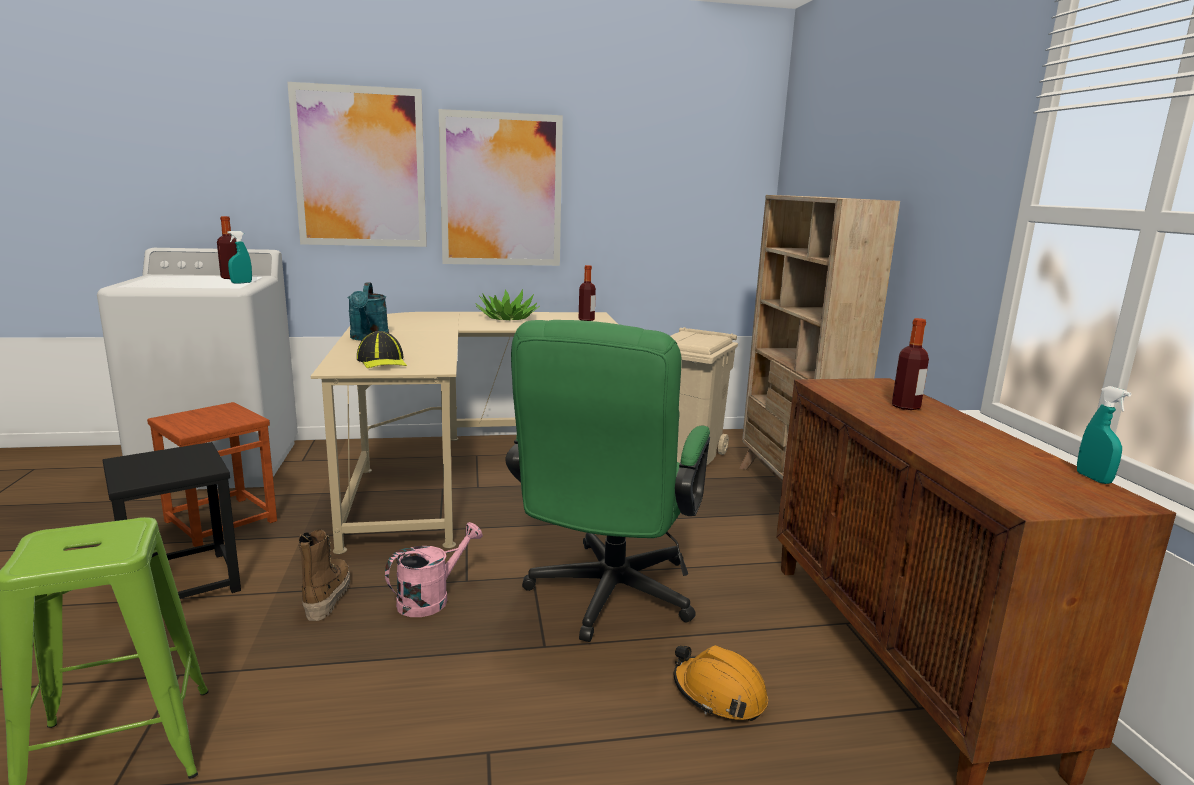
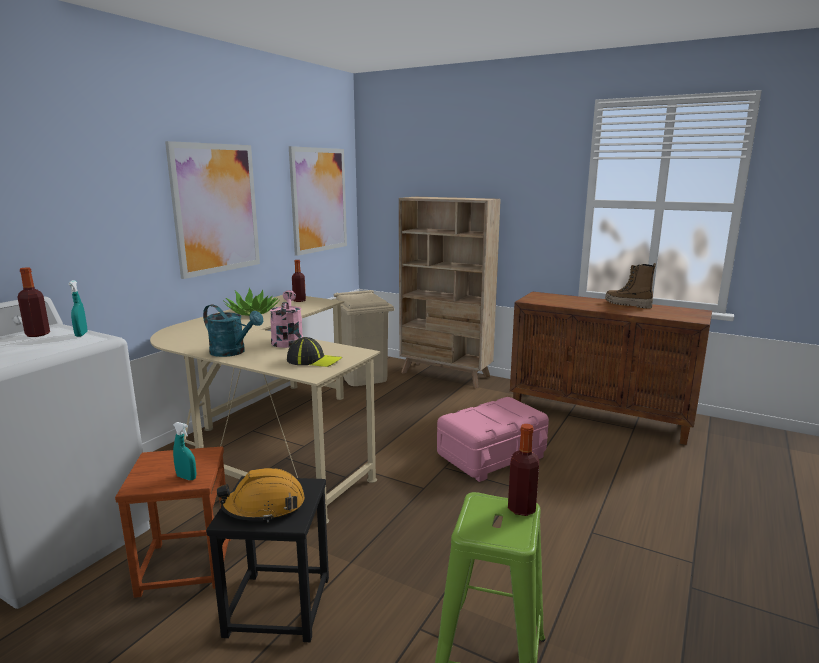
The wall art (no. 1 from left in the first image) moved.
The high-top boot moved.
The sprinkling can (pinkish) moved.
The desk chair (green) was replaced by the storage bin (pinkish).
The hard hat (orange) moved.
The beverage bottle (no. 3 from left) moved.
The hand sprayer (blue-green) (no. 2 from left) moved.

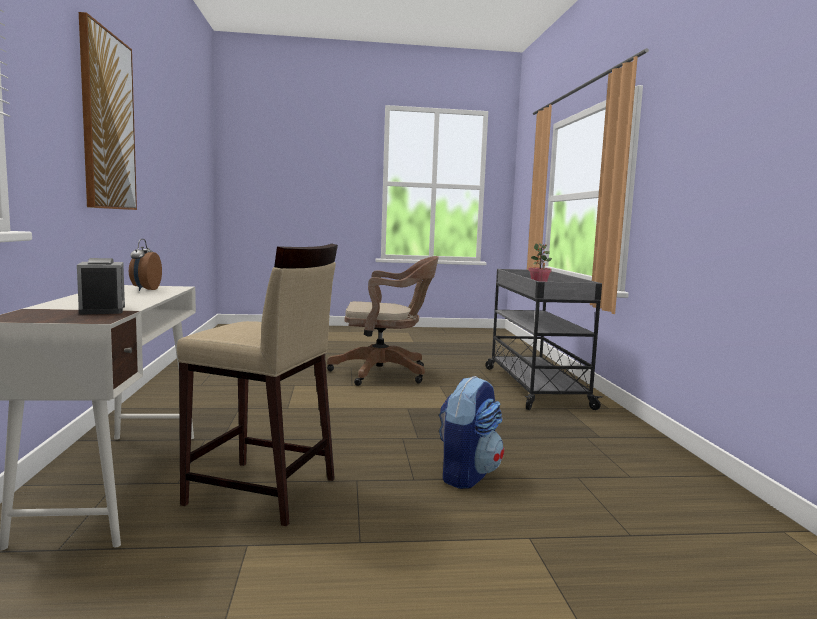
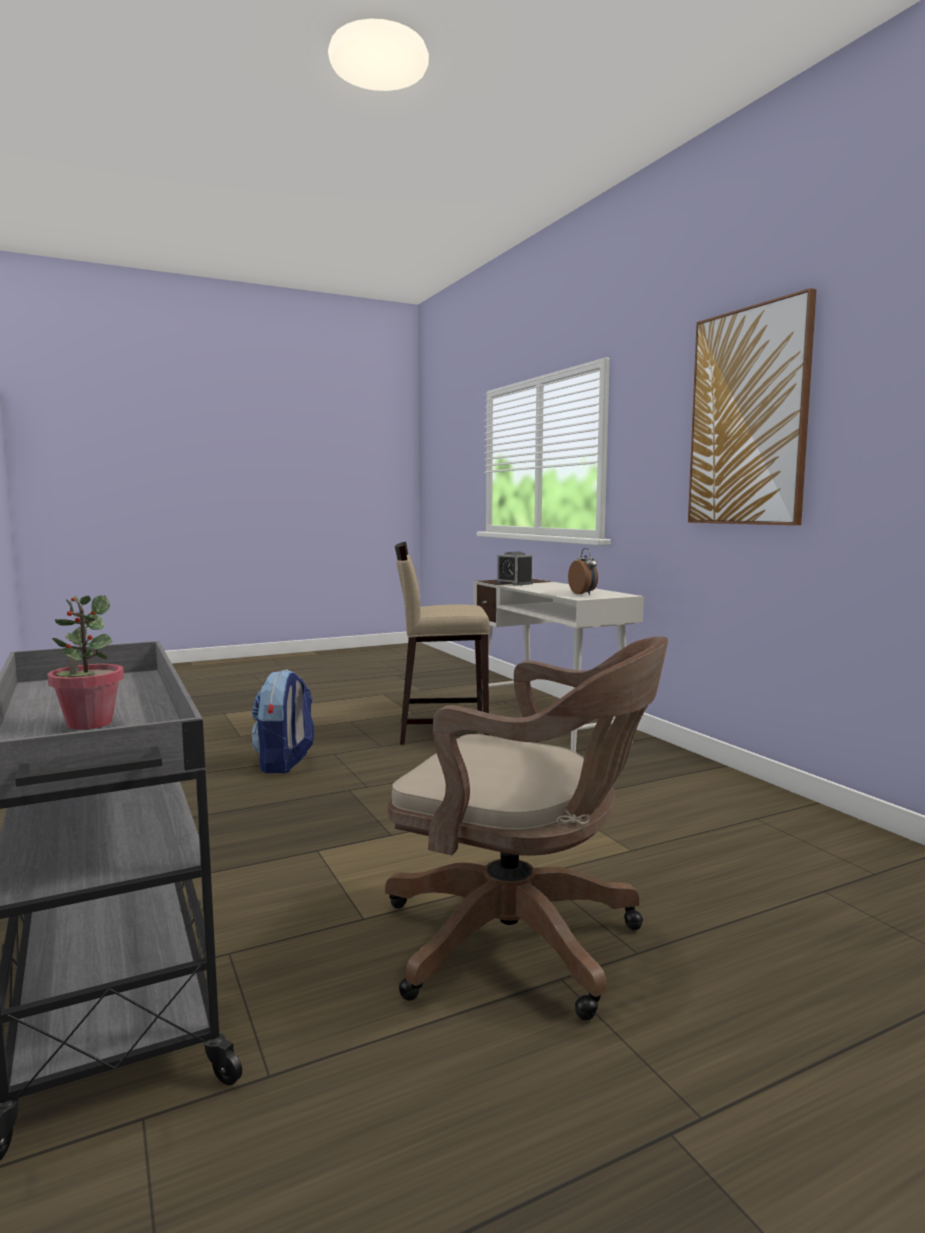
The desk chair (brownish) turned 135 degrees counterclockwise.

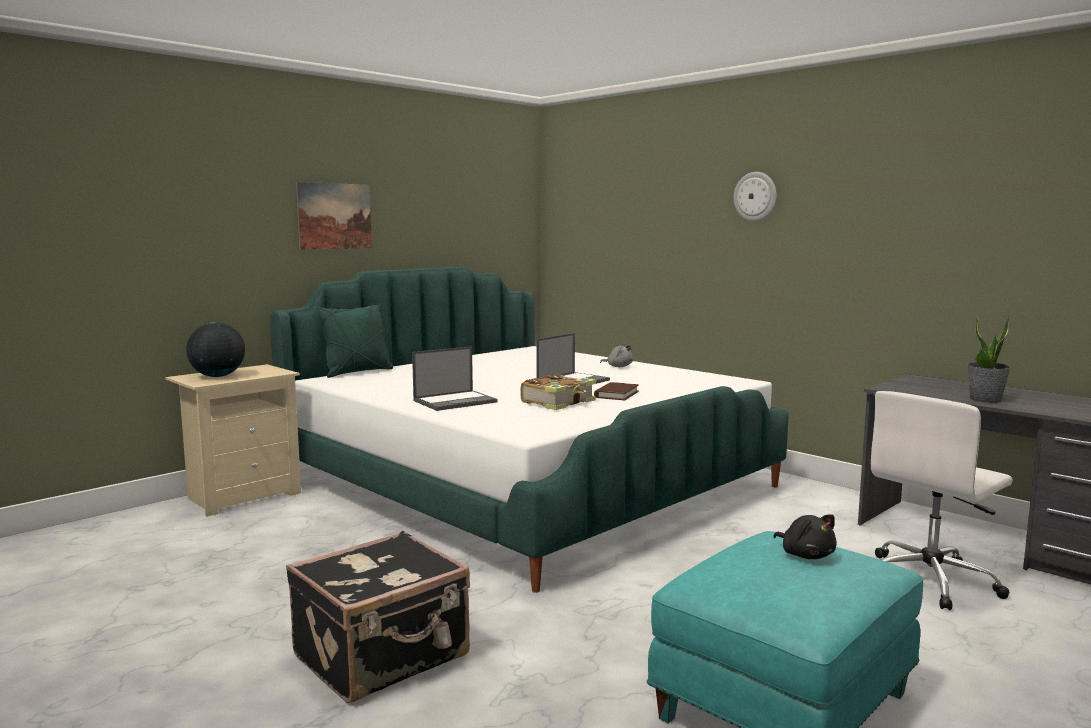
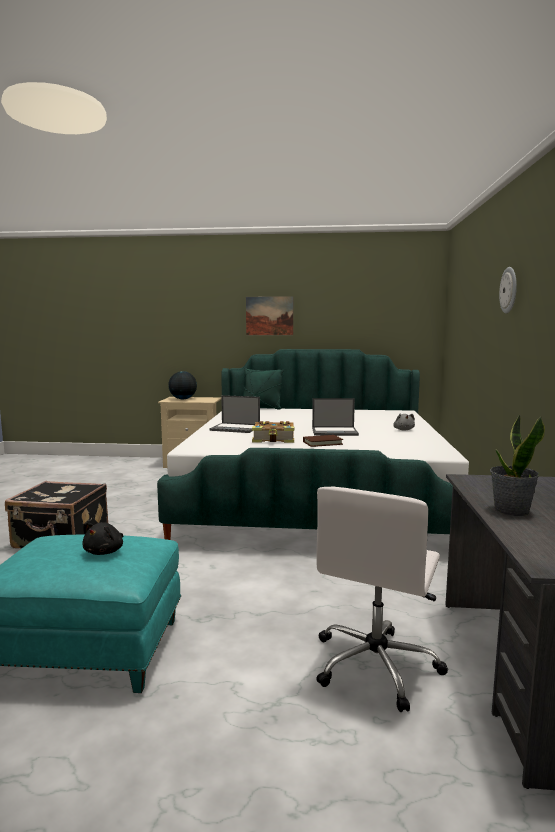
The desk chair (white) turned 75 degrees counterclockwise.

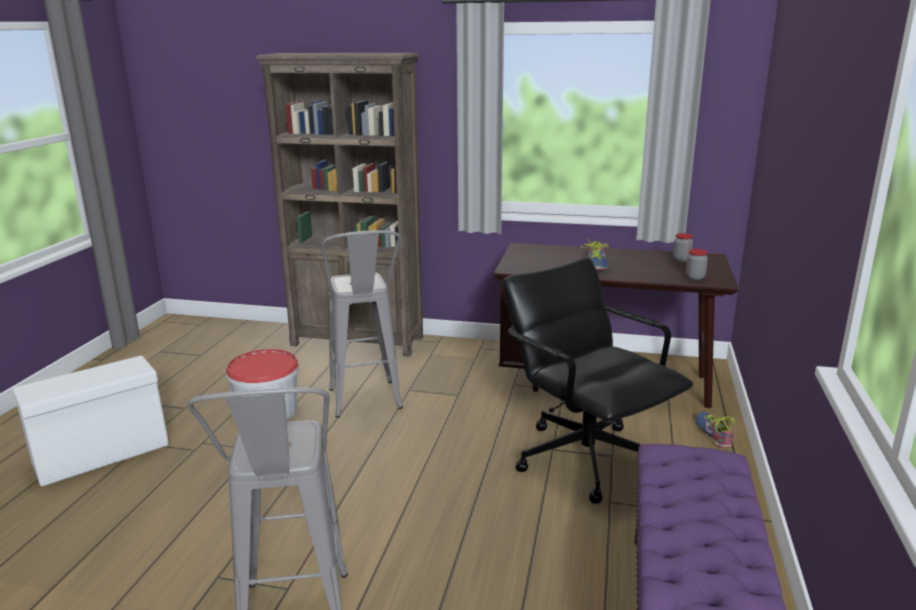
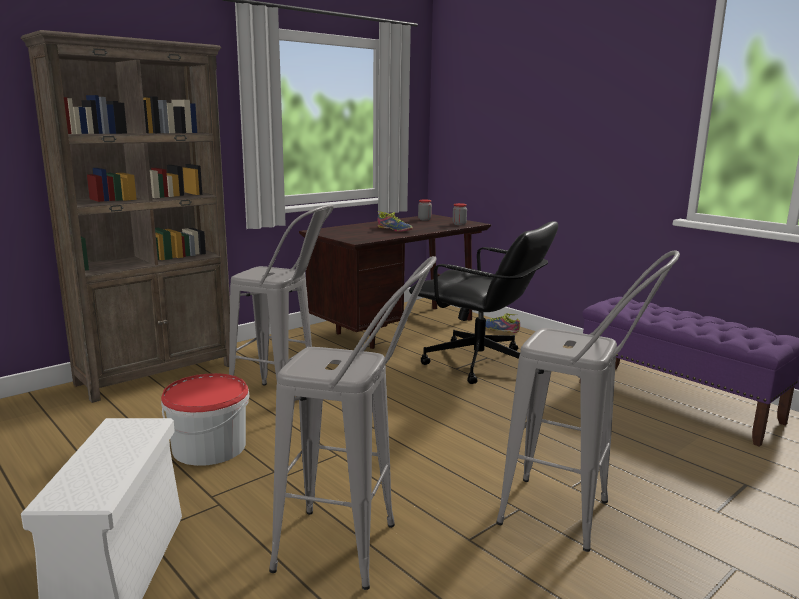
The desk chair (blackish) turned 150 degrees counterclockwise.
The stool (gray) (no. 2 from left) appeared.

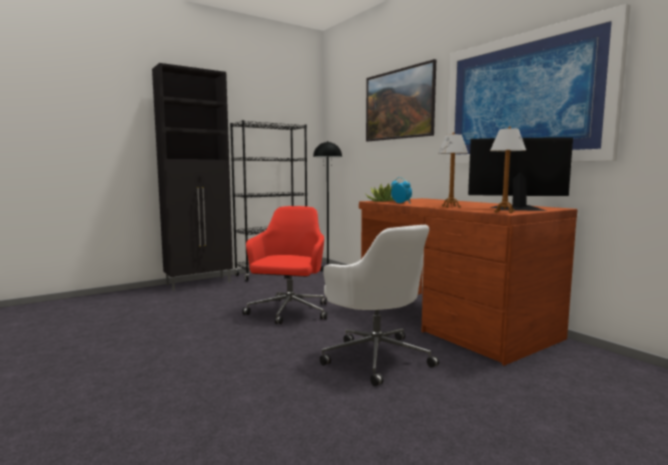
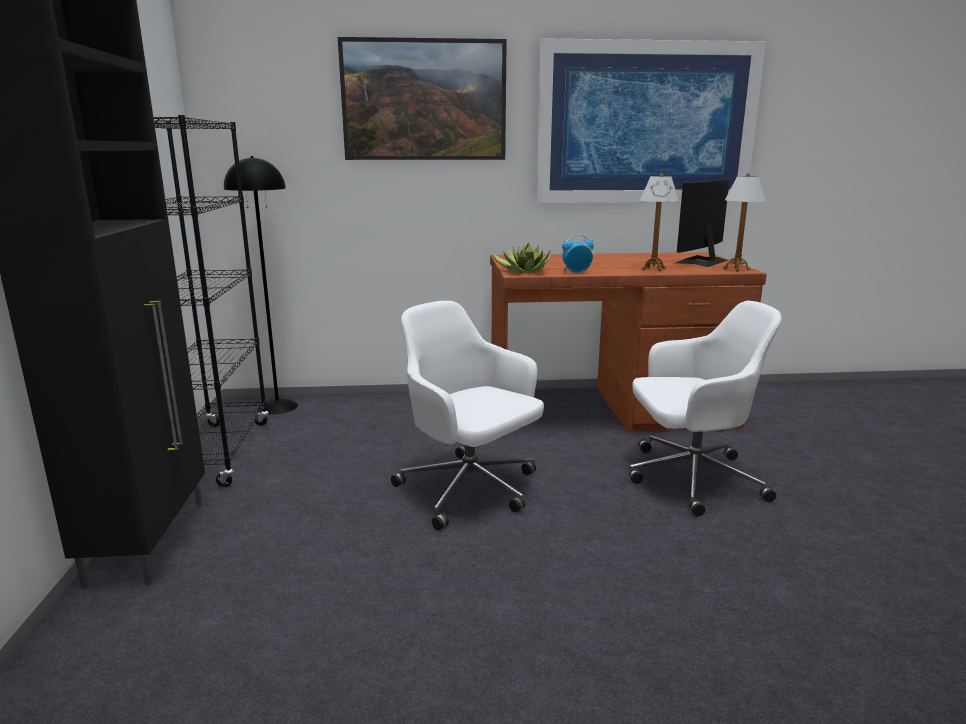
The desk chair (red) became the desk chair (white) (no. 1 from left).

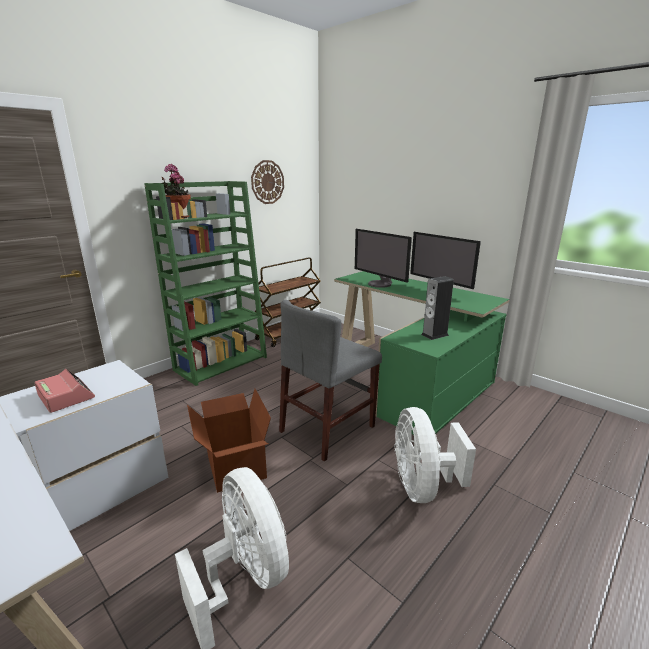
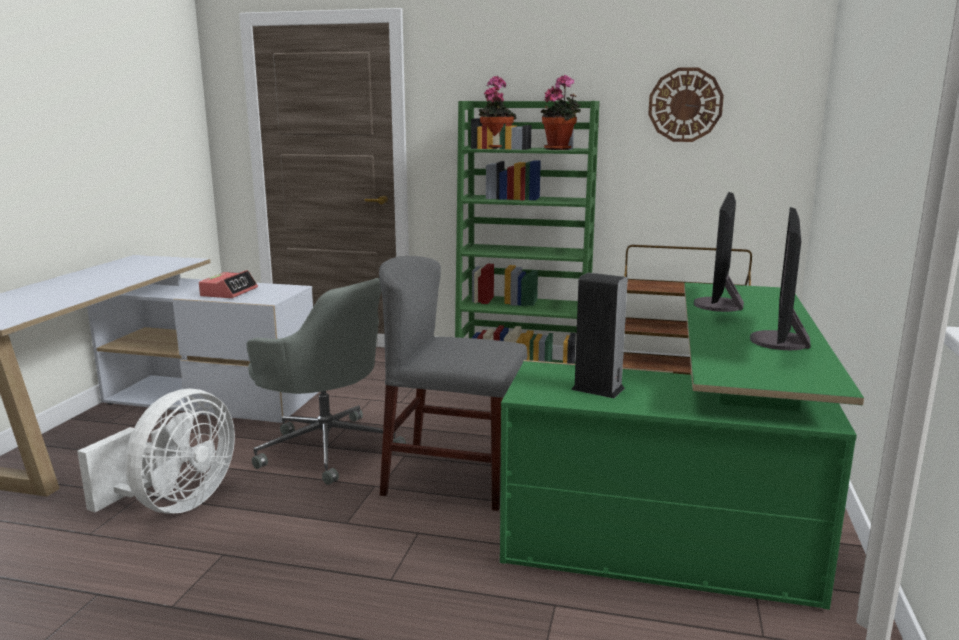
The cardboard box was replaced by the desk chair (gray).
The fan (white) (no. 2 from left) disappeared.
The potted plant (no. 2 from left) appeared.

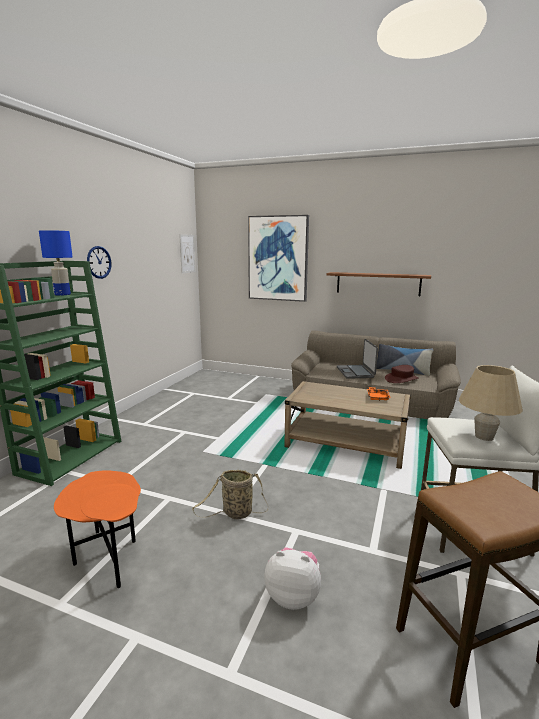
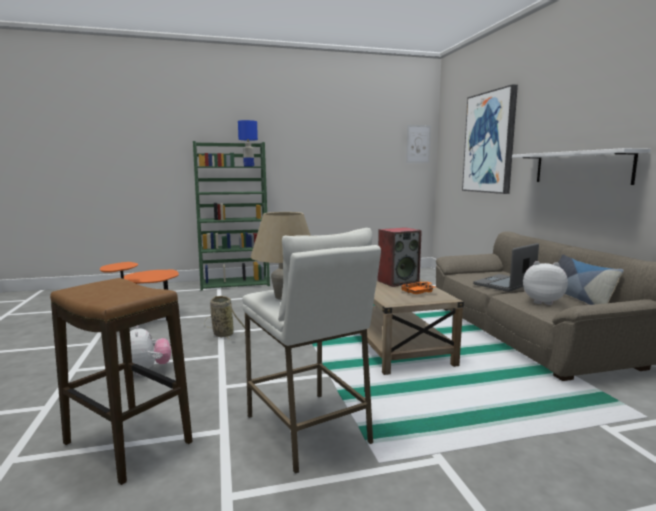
The clock on the wall disappeared.
The shelf (brownish) became the shelf (white).
The clothing hat (brownish) was replaced by the plush toy (no. 2 from left).
The loudspeaker appeared.

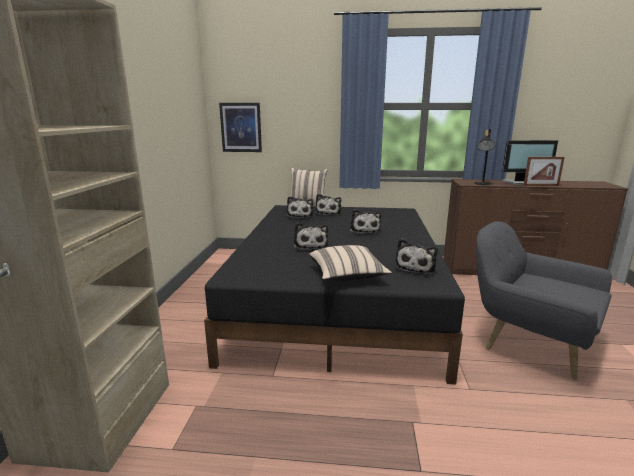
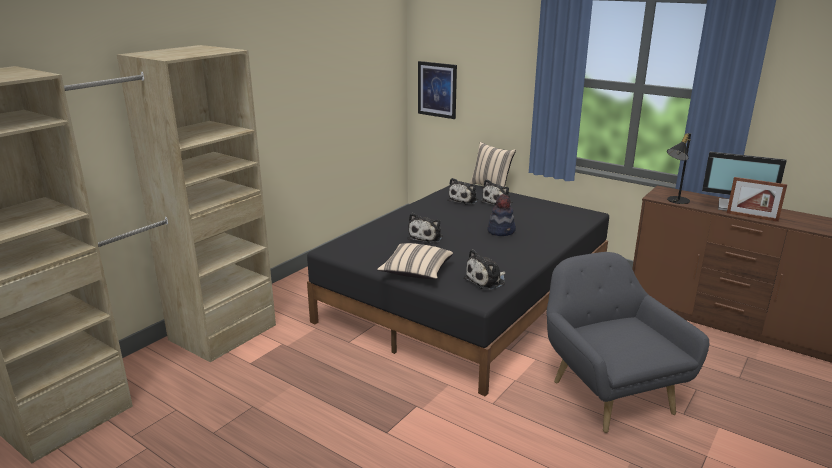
The plush toy (no. 4 from left) was replaced by the clothing hat.

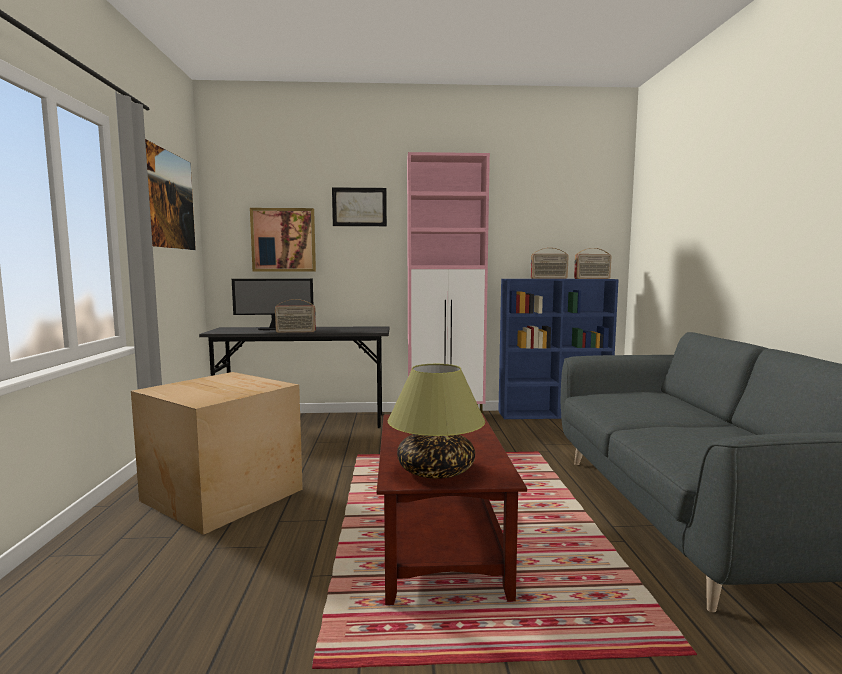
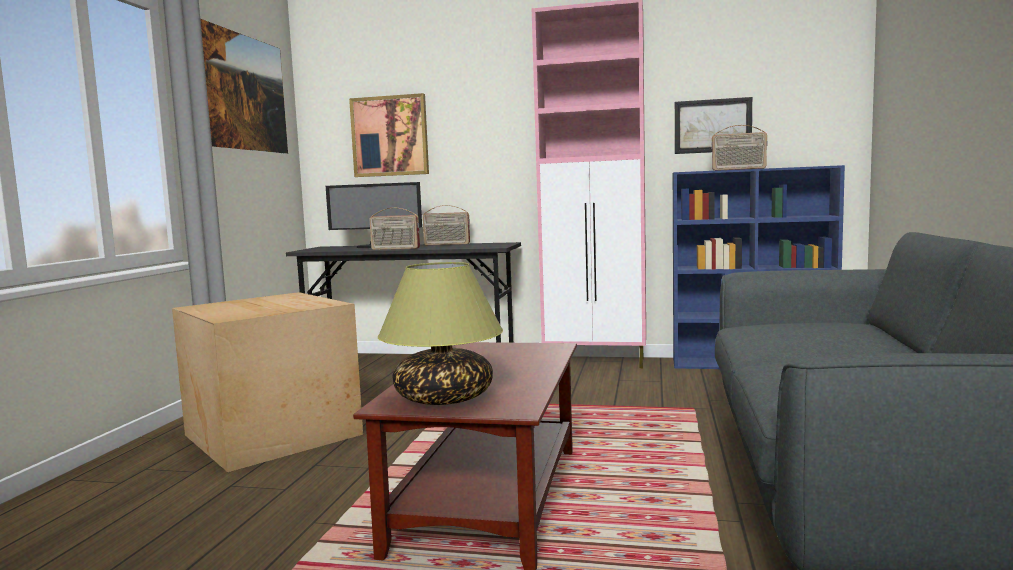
The wall art (no. 3 from left) moved.
The radio (no. 3 from left in the first image) moved.

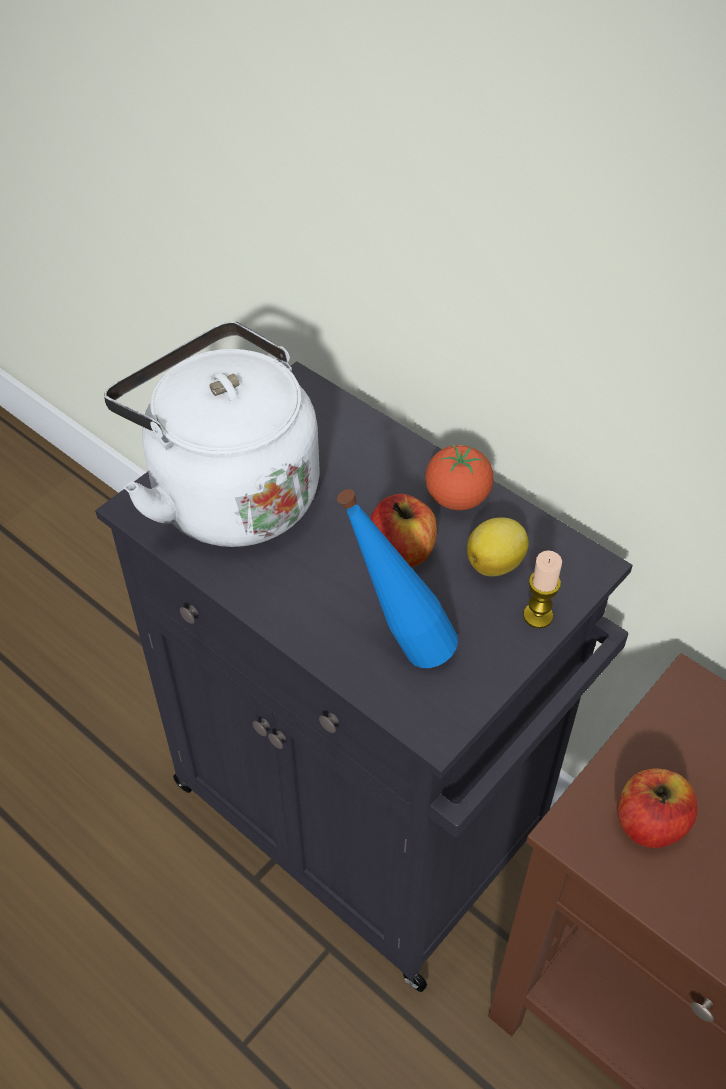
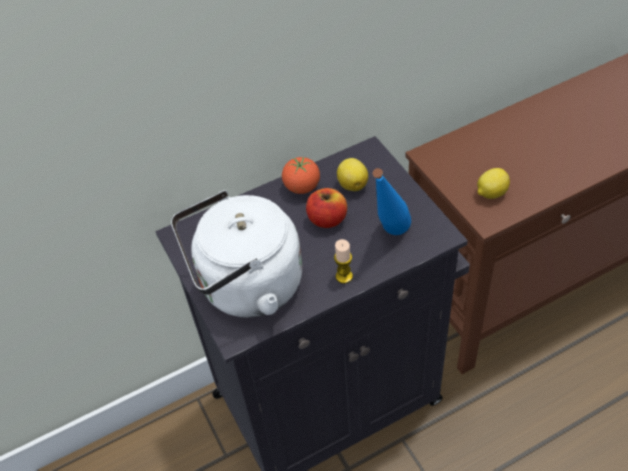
The candle moved.
The apple (no. 2 from left) was replaced by the whole lemon (no. 2 from left).

